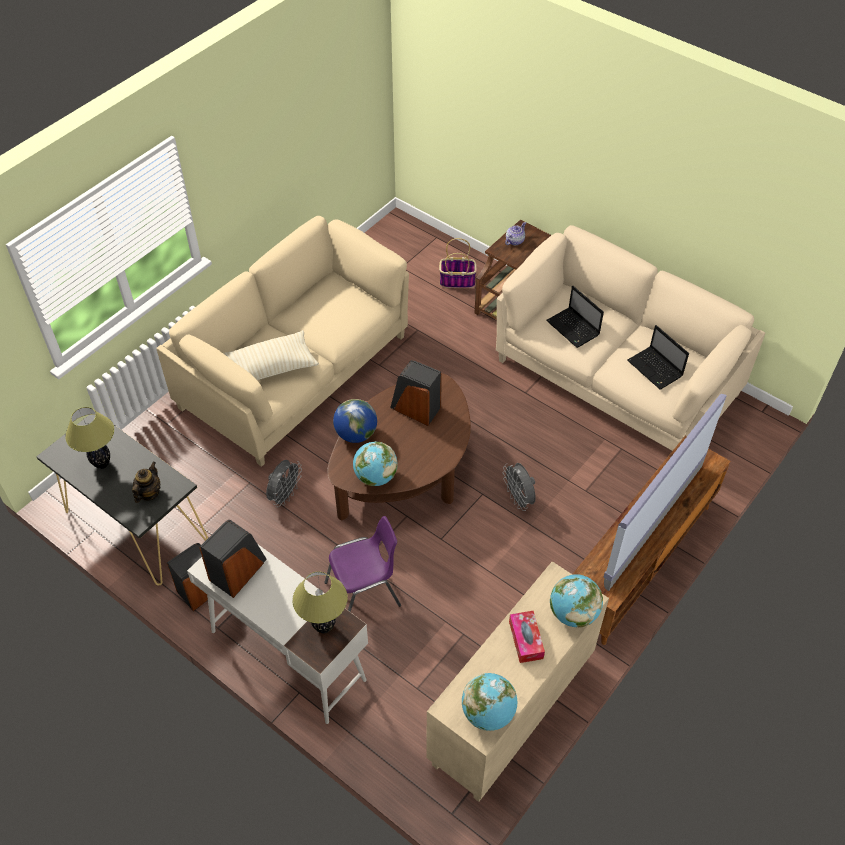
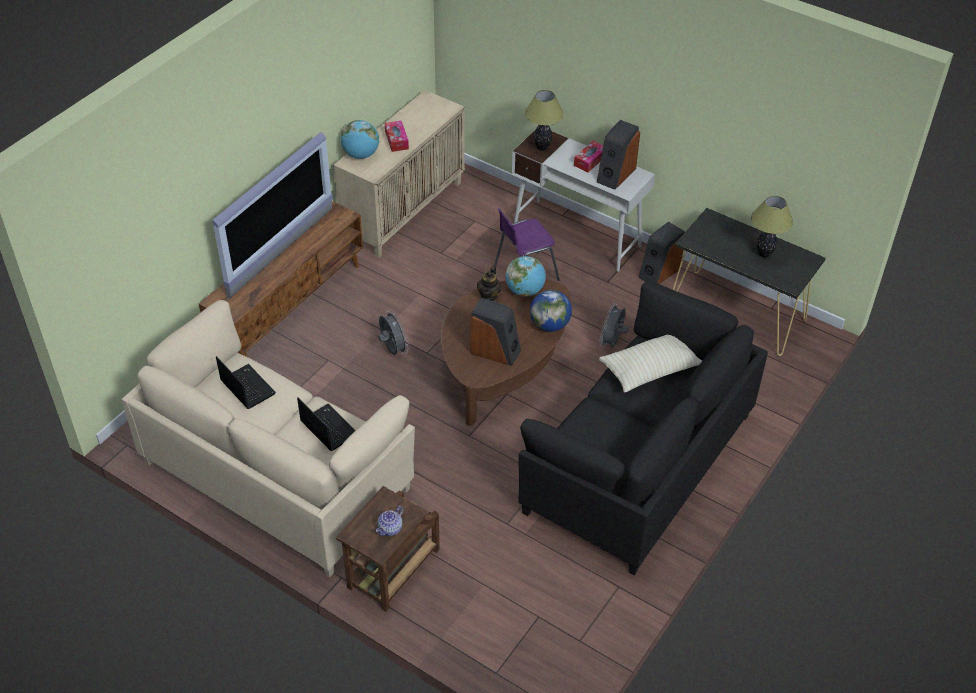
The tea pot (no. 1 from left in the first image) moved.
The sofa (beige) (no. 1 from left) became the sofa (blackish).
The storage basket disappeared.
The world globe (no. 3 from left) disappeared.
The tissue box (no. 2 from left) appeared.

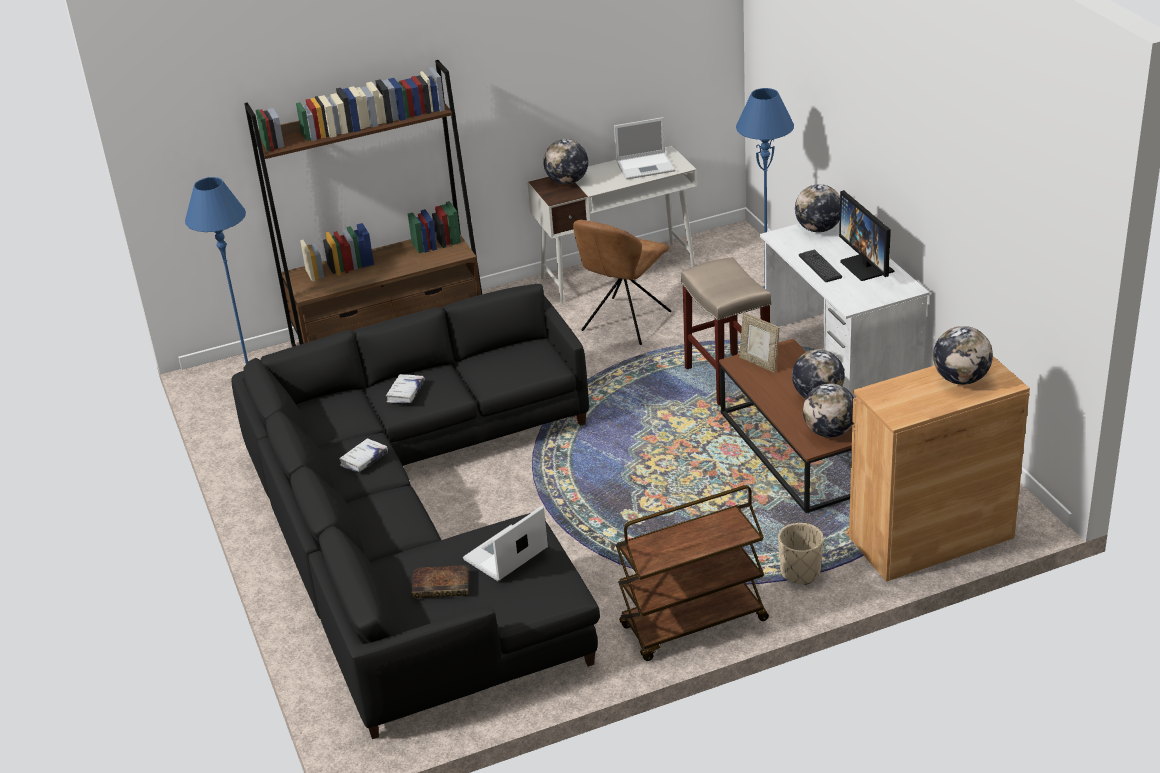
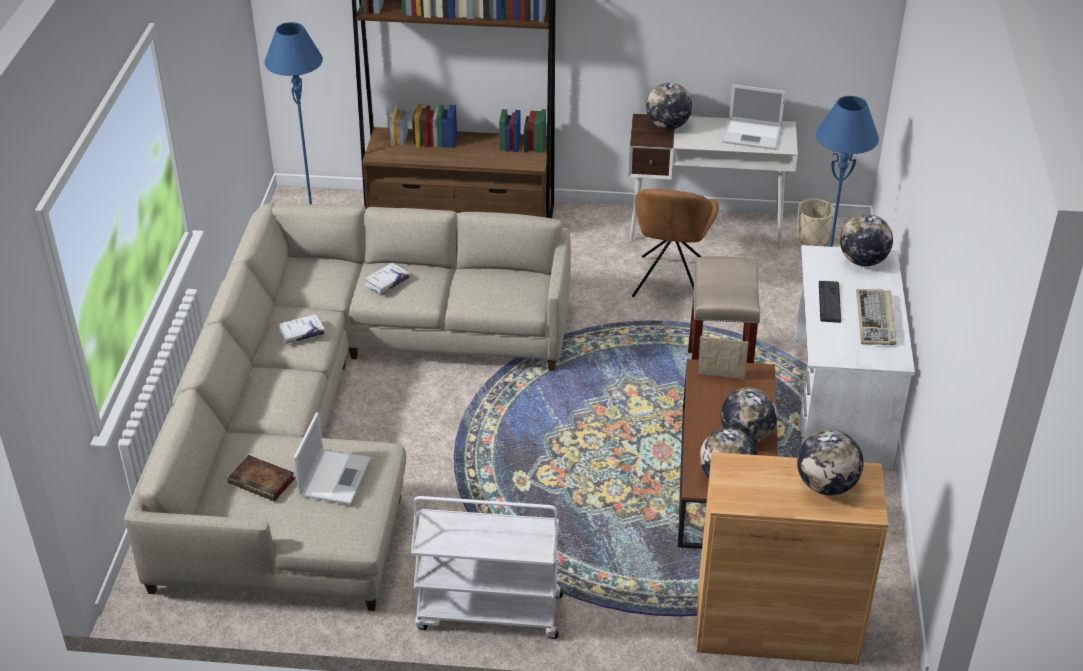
The sofa (blackish) became the sofa (beige).
The portable computer (no. 1 from left) turned 120 degrees clockwise.
The chair (brownish) turned 45 degrees counterclockwise.
The cart (brownish) became the cart (white).
The standing frame turned 120 degrees clockwise.
The plant pot (beige) moved.
The computer display was replaced by the computer keyboard (no. 2 from left).

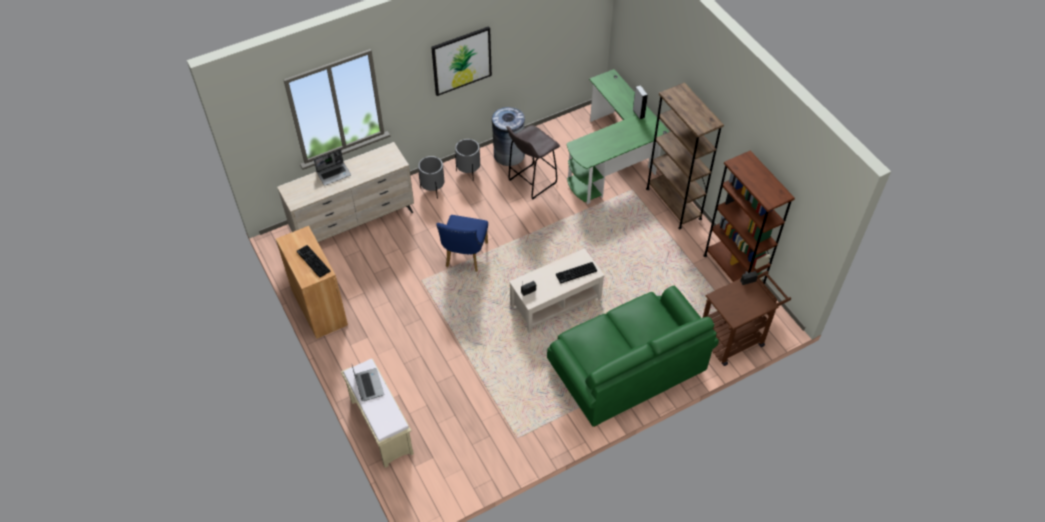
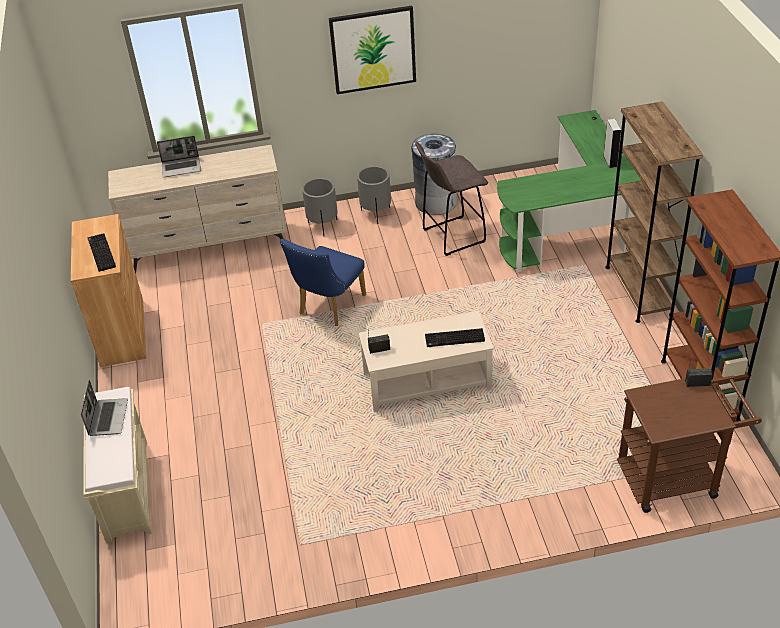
The sofa (green) disappeared.

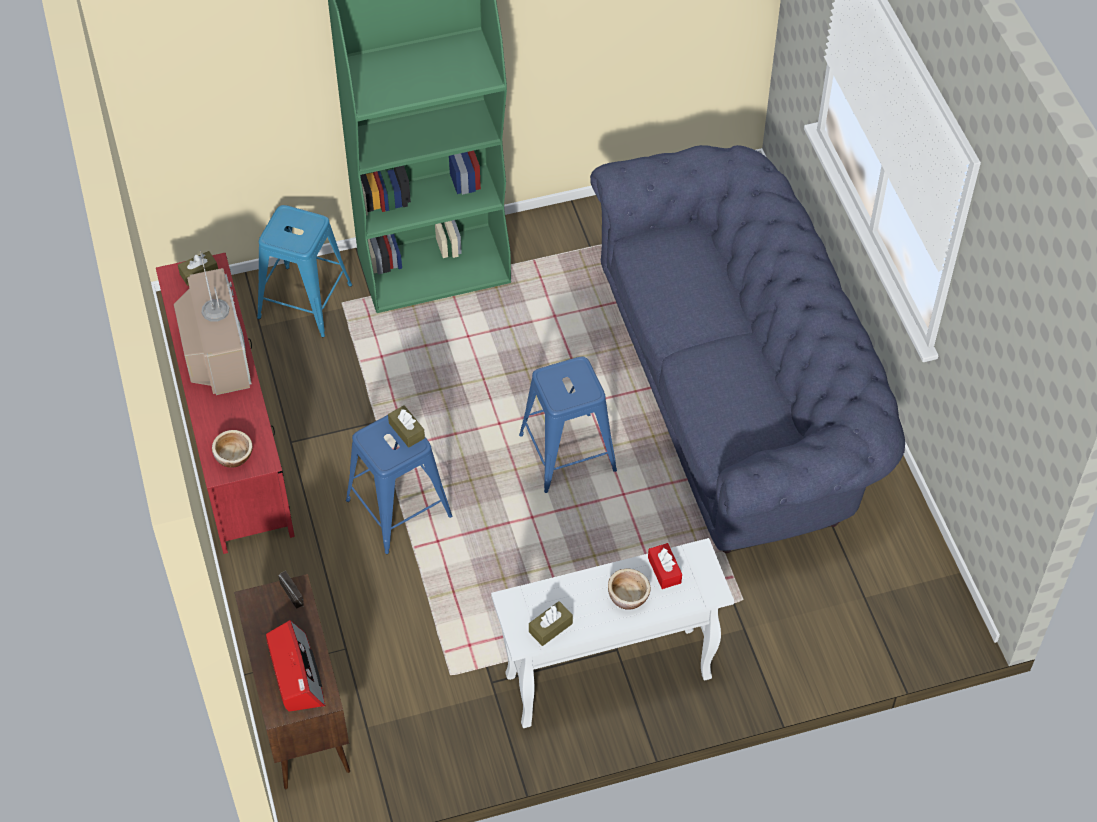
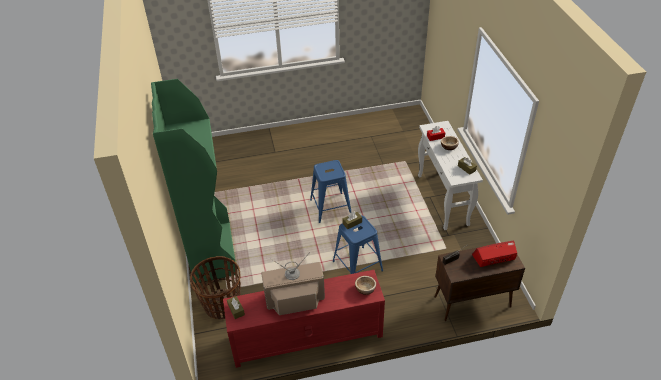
The stool (blue) (no. 1 from left) was replaced by the storage basket.
The sofa (blue) disappeared.

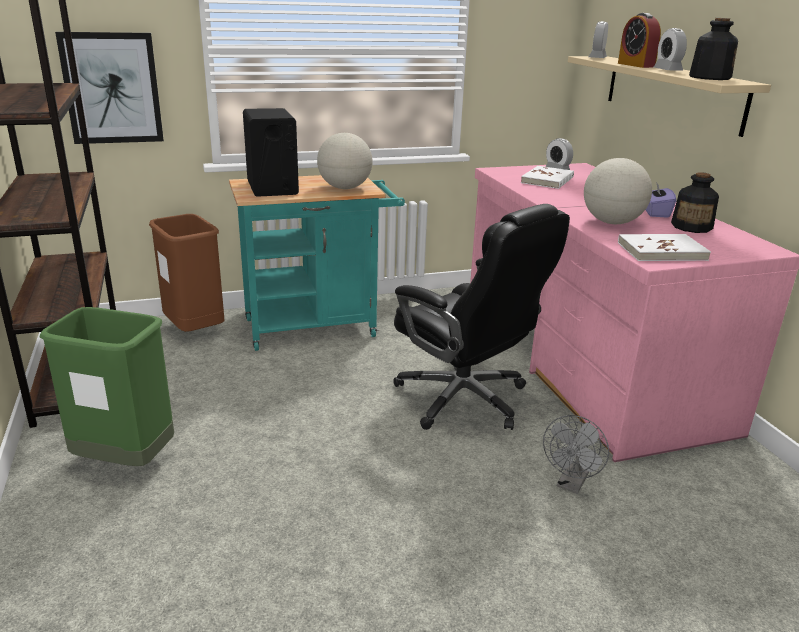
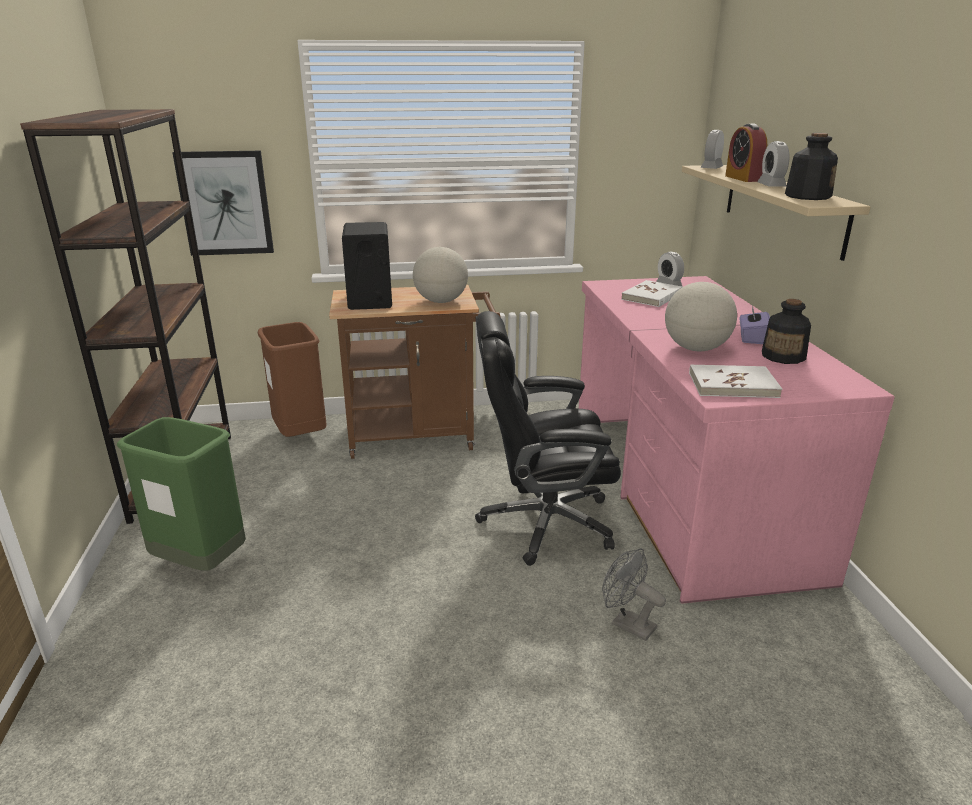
The cart (blue-green) became the cart (brownish).
The desk chair (blackish) turned 120 degrees clockwise.
The fan (gray) turned 90 degrees clockwise.

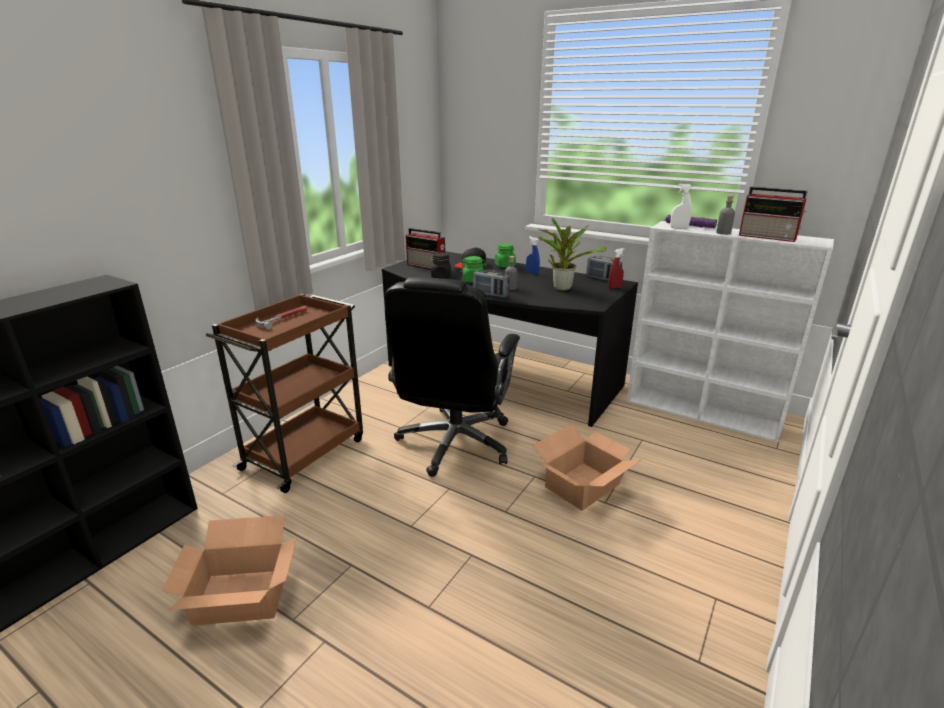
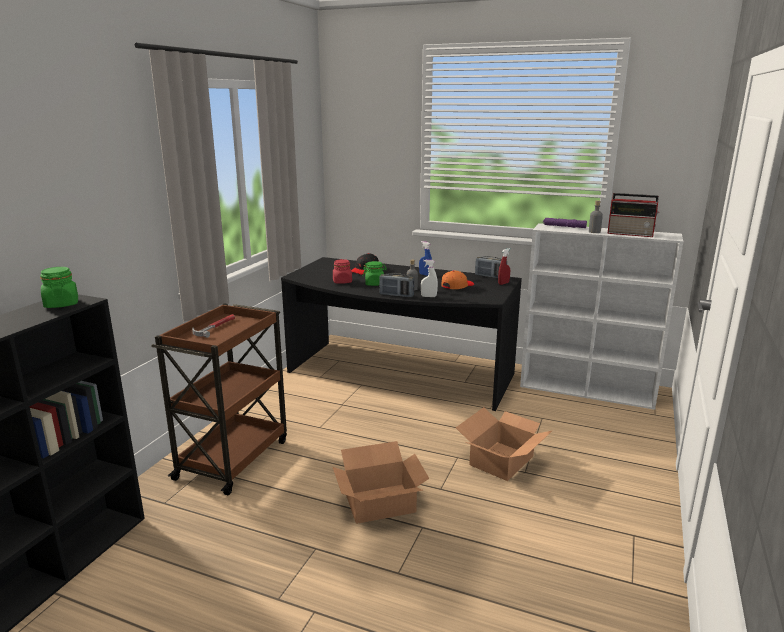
The cardboard box (no. 1 from left) moved.
The desk chair (blackish) disappeared.
The radio (no. 1 from left) disappeared.
The jar (blackish) became the jar (red).
The jar (green) (no. 2 from left in the first image) moved.
The potted plant was replaced by the cap (orange).
The hand sprayer (white) moved.

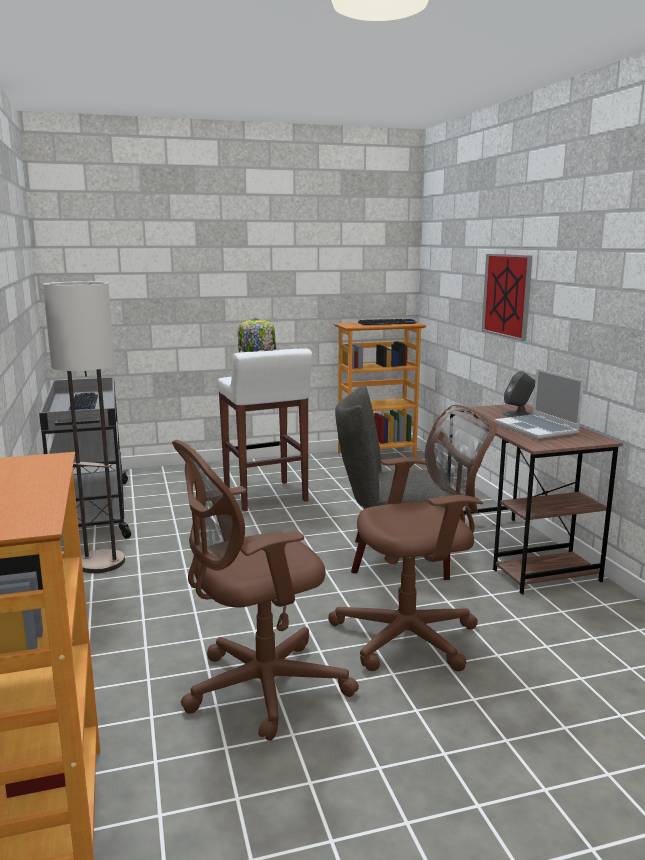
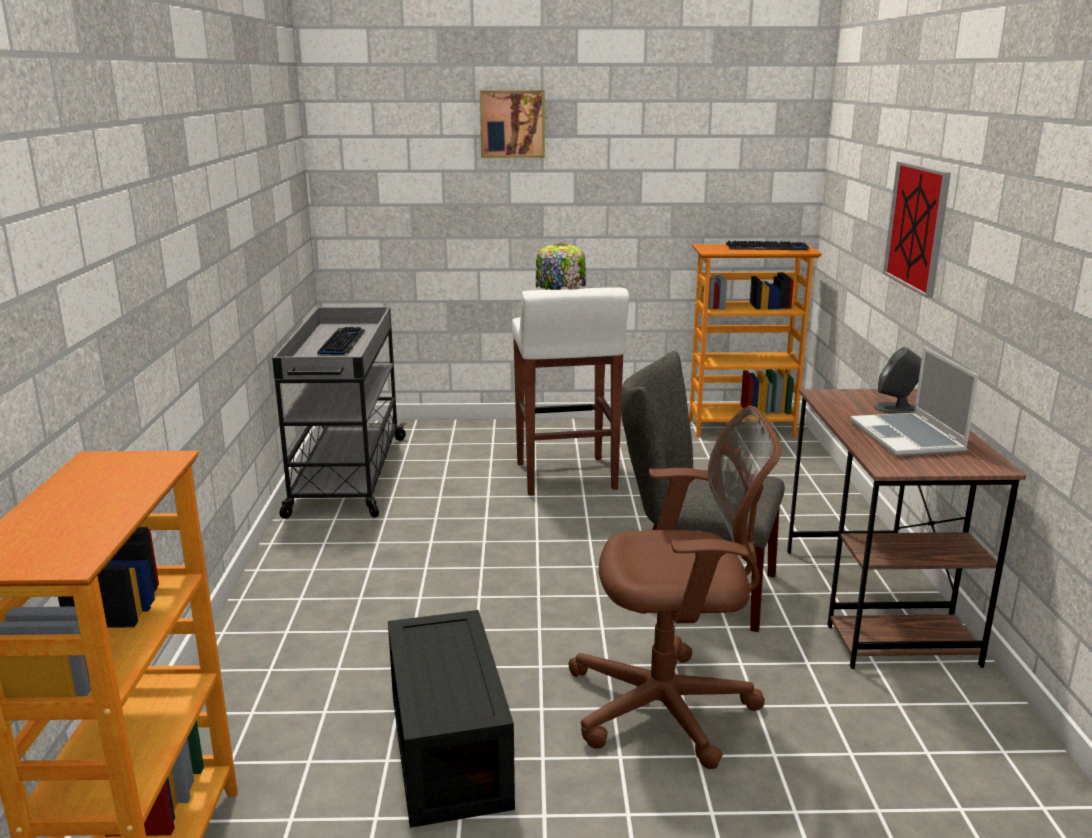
The standing lamp disappeared.
The desk chair (brownish) (no. 1 from left) was replaced by the storage bin (blackish).
The wall art (no. 1 from left) appeared.

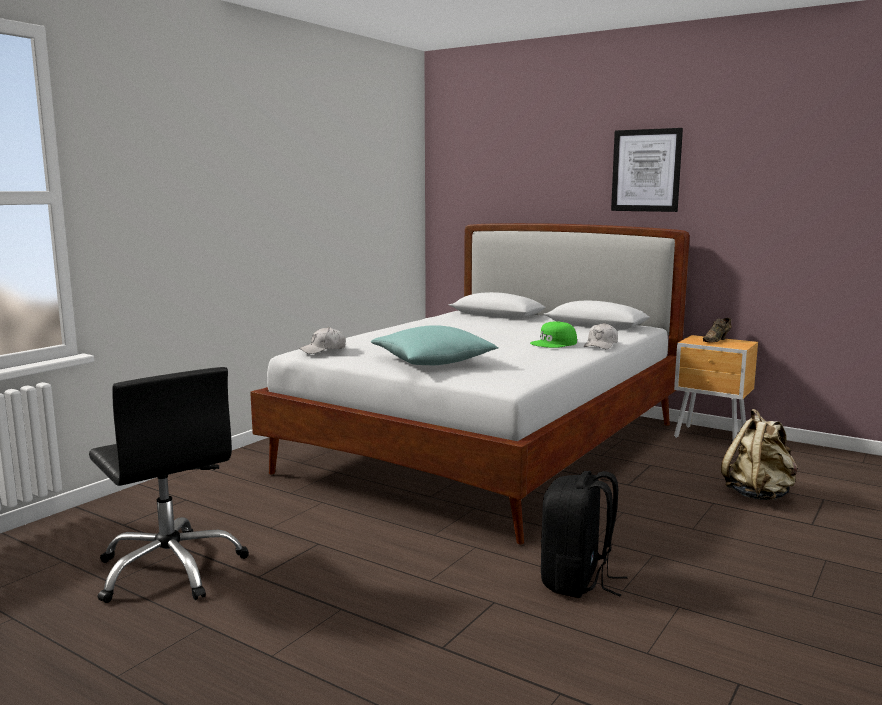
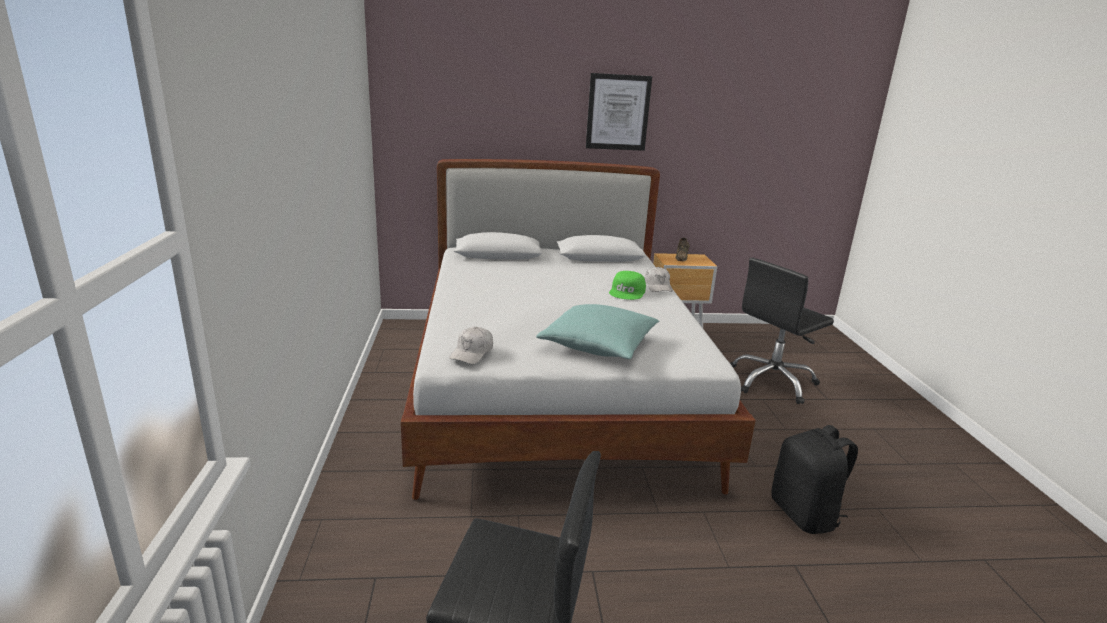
The backpack (beige) was replaced by the desk chair (blackish) (no. 2 from left).

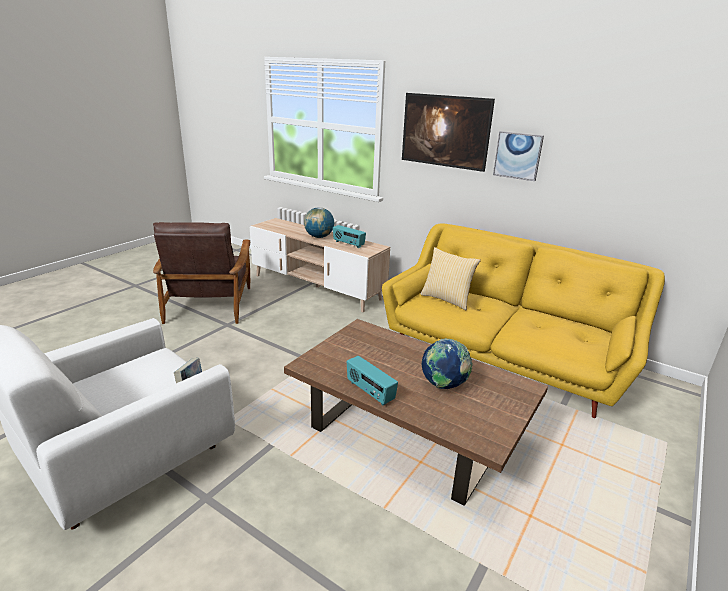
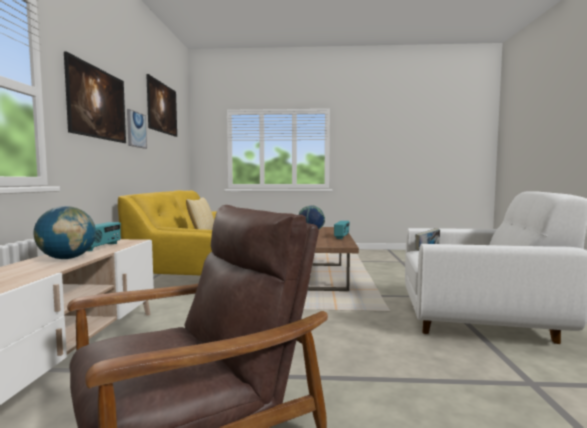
The wall art (no. 3 from left) appeared.

